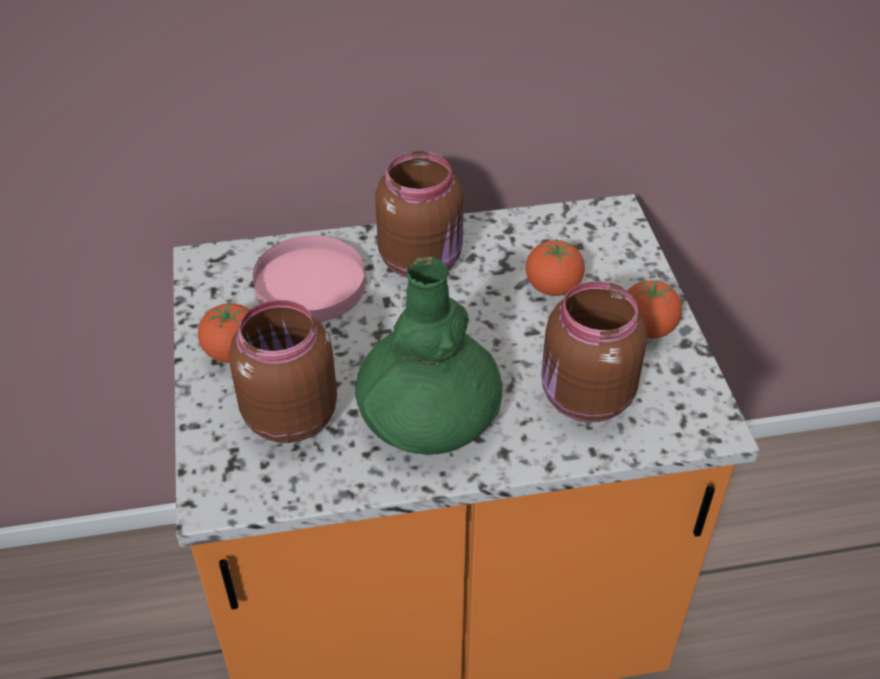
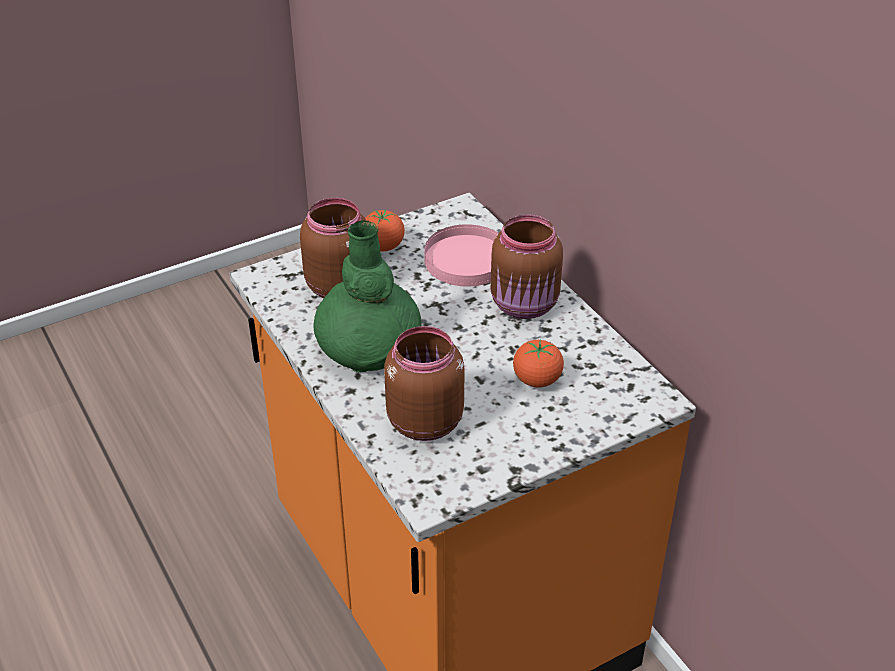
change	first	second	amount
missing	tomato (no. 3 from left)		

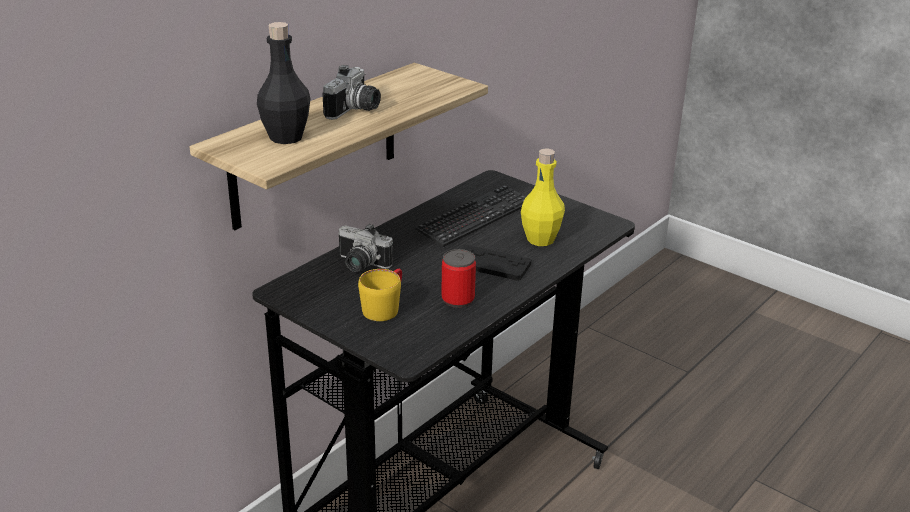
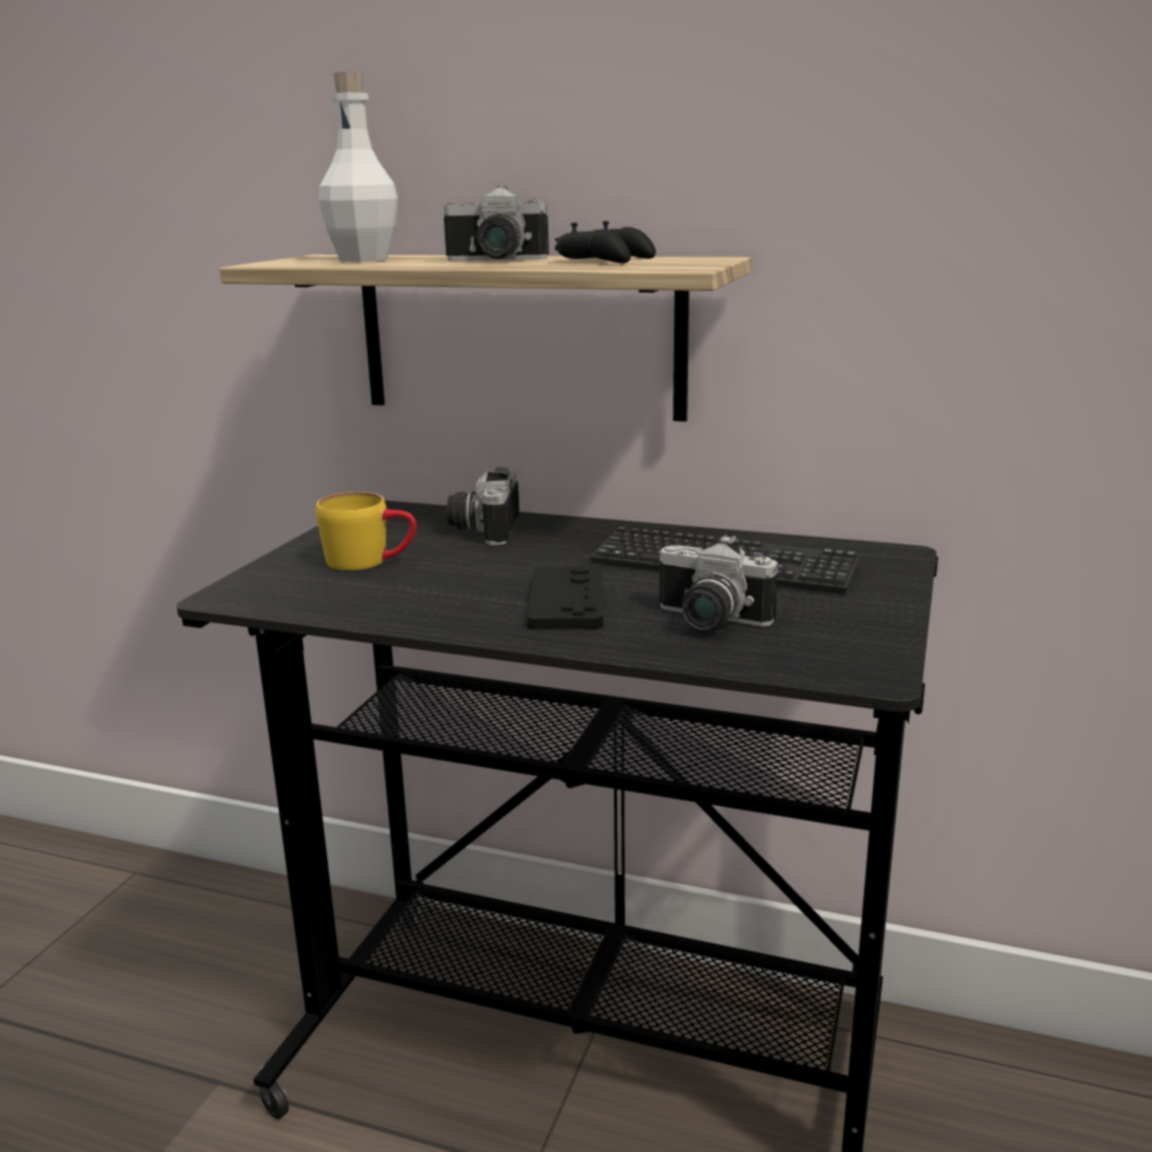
change	first	second	amount
colour	black bottle	white bottle	
exchanged	yellow bottle	photo camera (no. 3 from left)	
missing	can		
appeared		black game controller (no. 2 from left)	

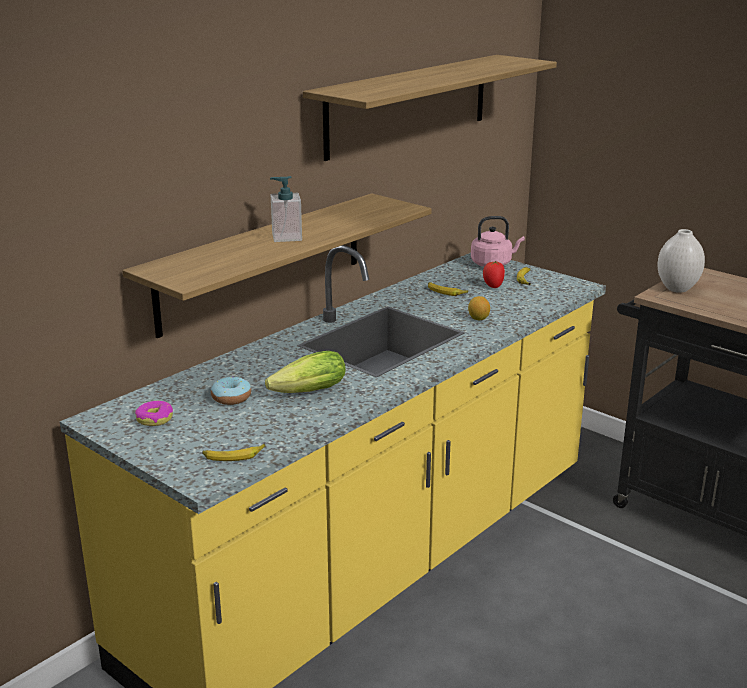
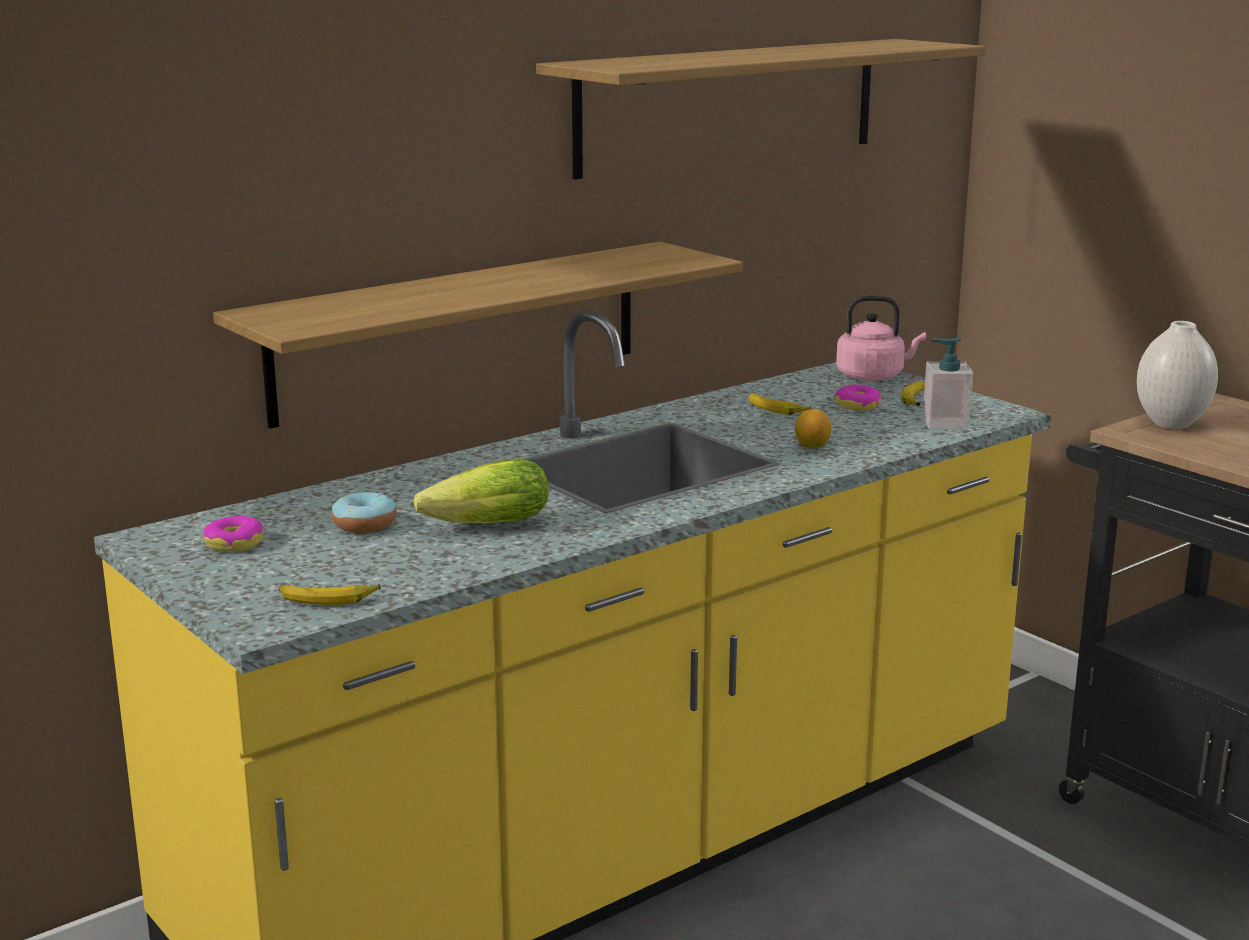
change	first	second	amount
relocated	soap dispenser		
exchanged	tomato	donut (no. 3 from left)	

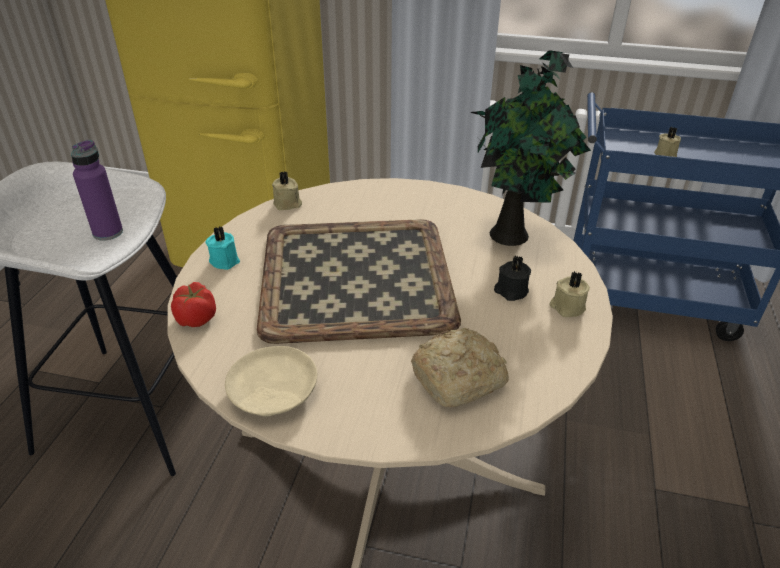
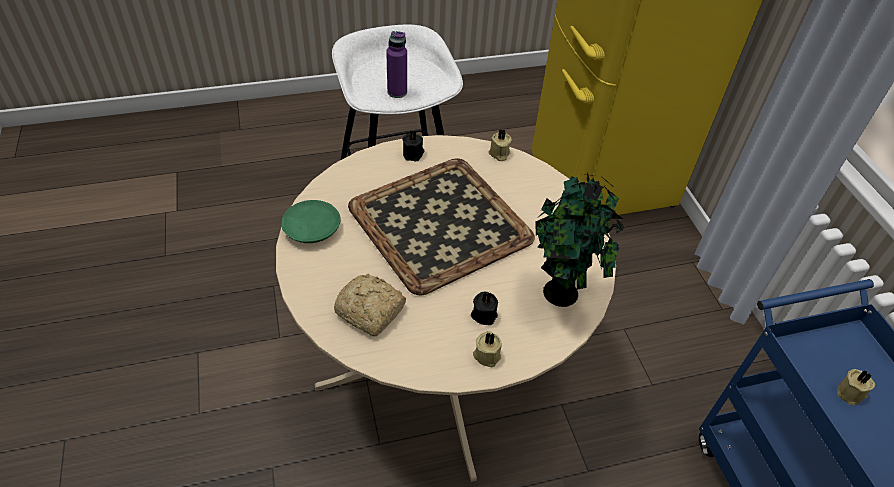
change	first	second	amount
colour	turquoise candle	black candle (no. 1 from left)	
missing	tomato		
colour	beige plate	green plate	

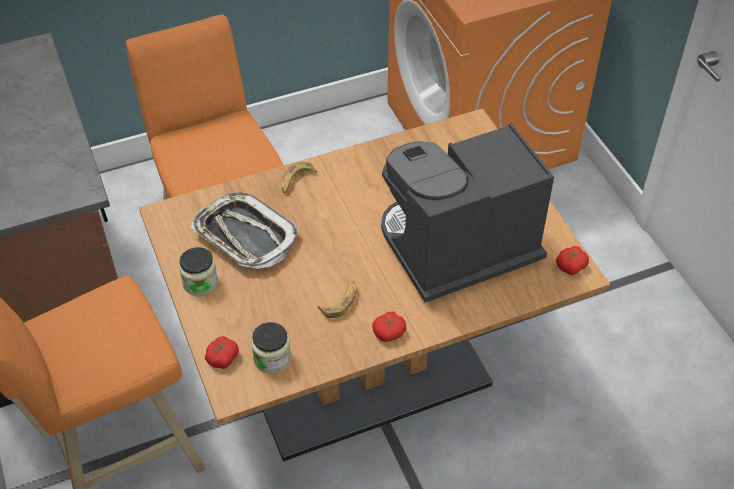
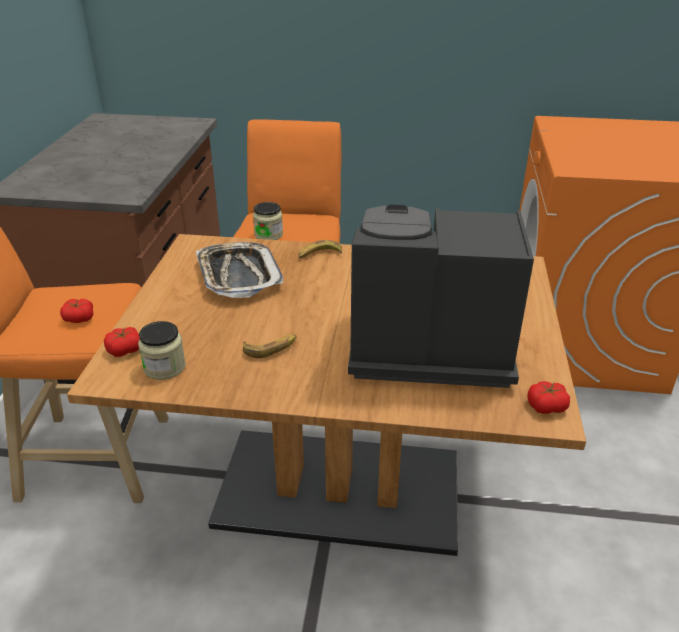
change	first	second	amount
relocated	jar (no. 1 from left in the first image)	jar (no. 2 from left)	
relocated	tomato (no. 2 from left in the first image)	tomato (no. 1 from left)	

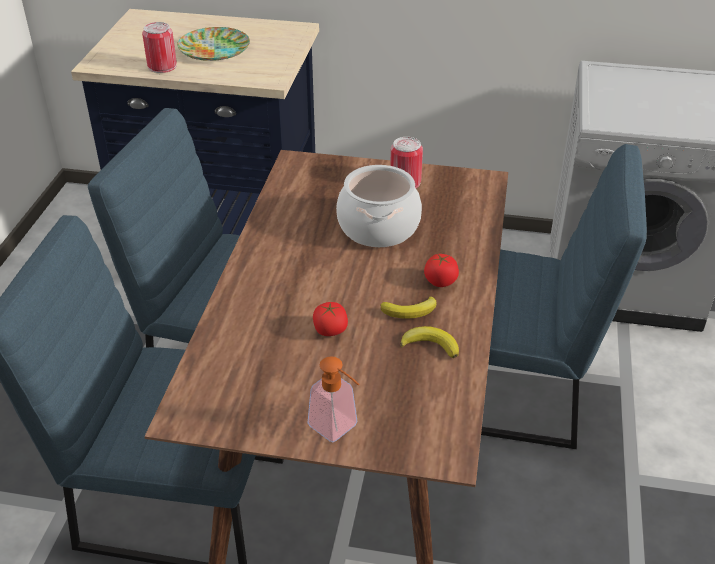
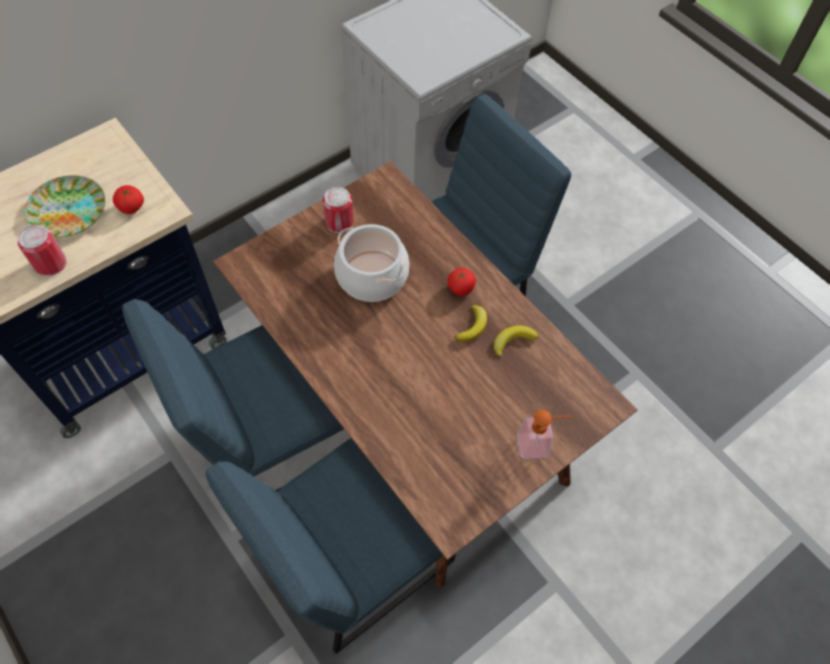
change	first	second	amount
relocated	tomato (no. 1 from left)		

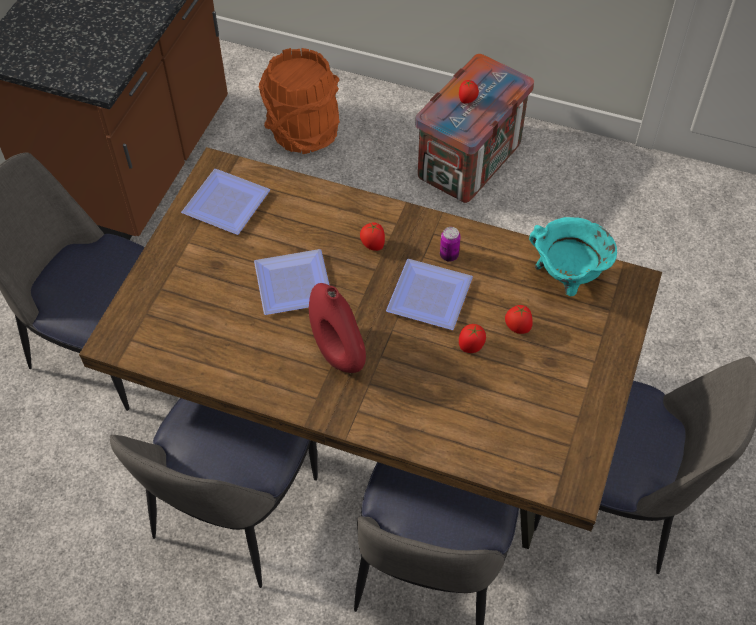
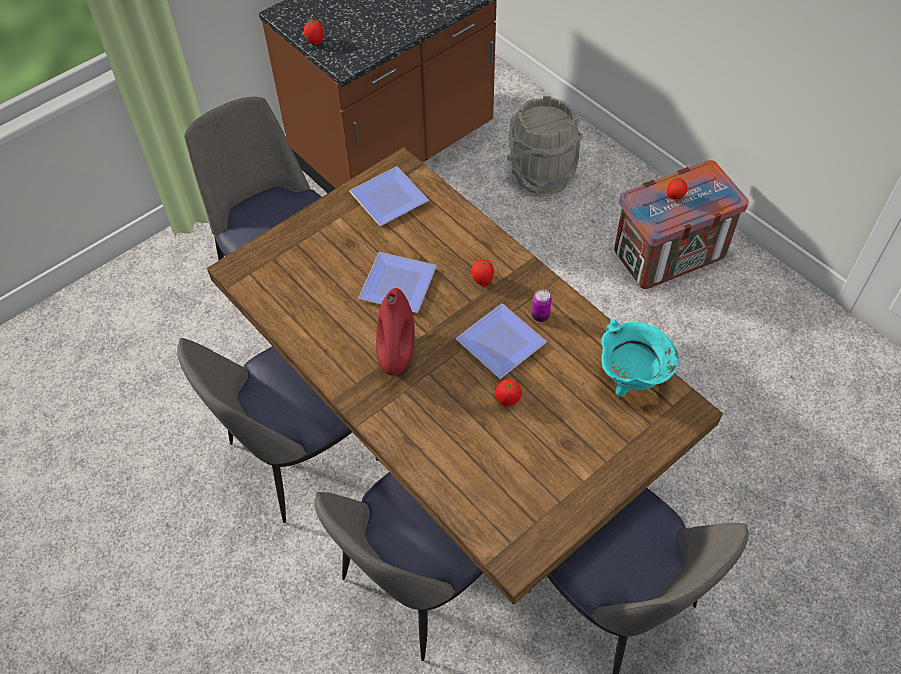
change	first	second	amount
colour	orange bucket	grey bucket	
relocated	tomato (no. 4 from left in the first image)	tomato (no. 1 from left)	

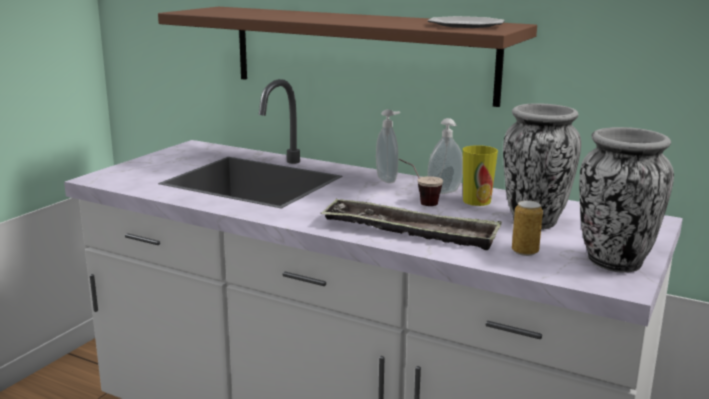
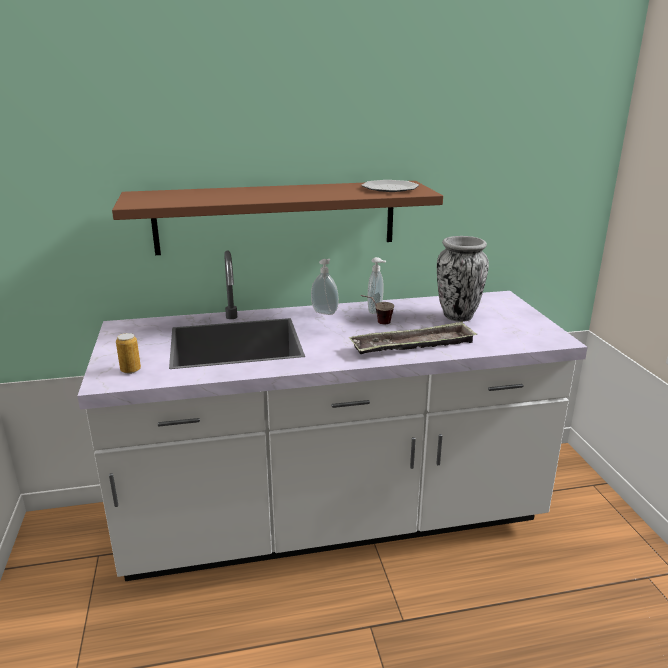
change	first	second	amount
missing	vase (no. 2 from left)		
missing	cup (no. 2 from left)		
relocated	can		

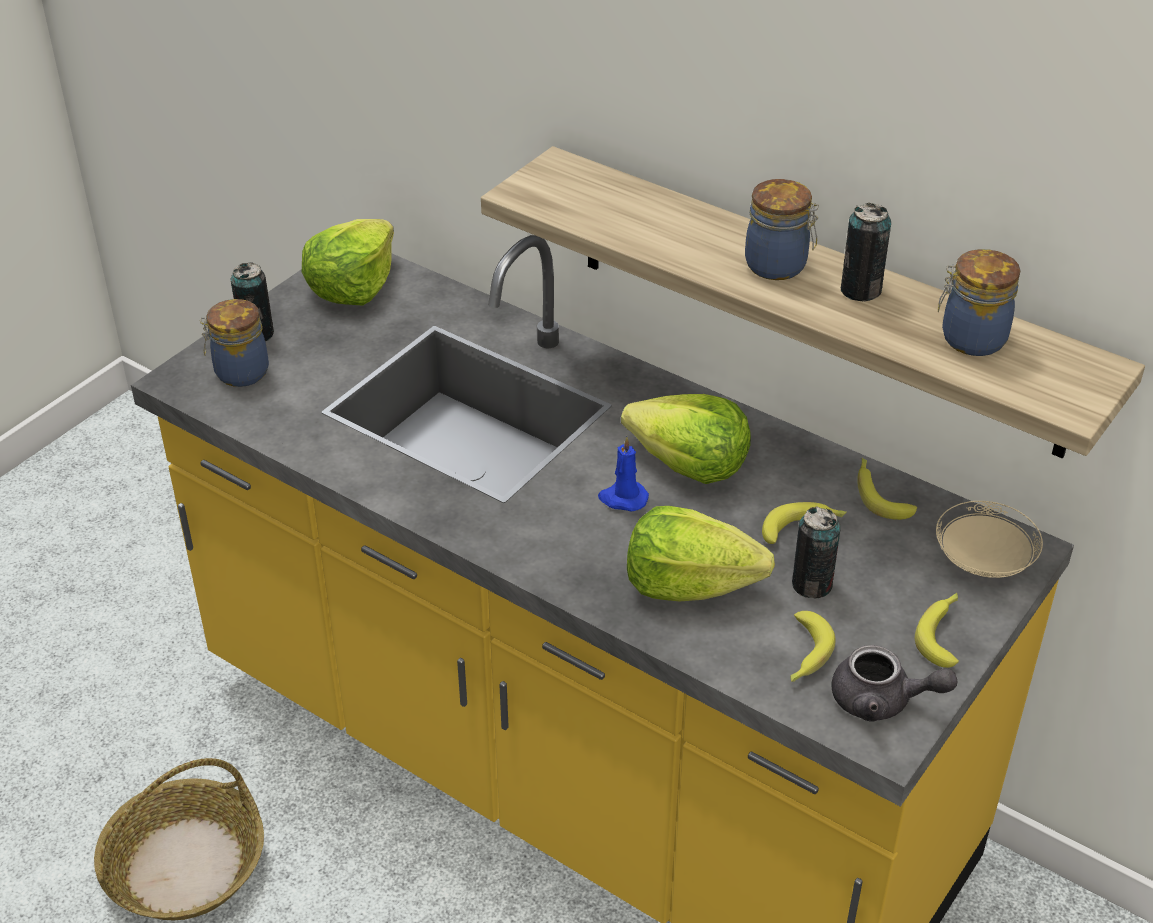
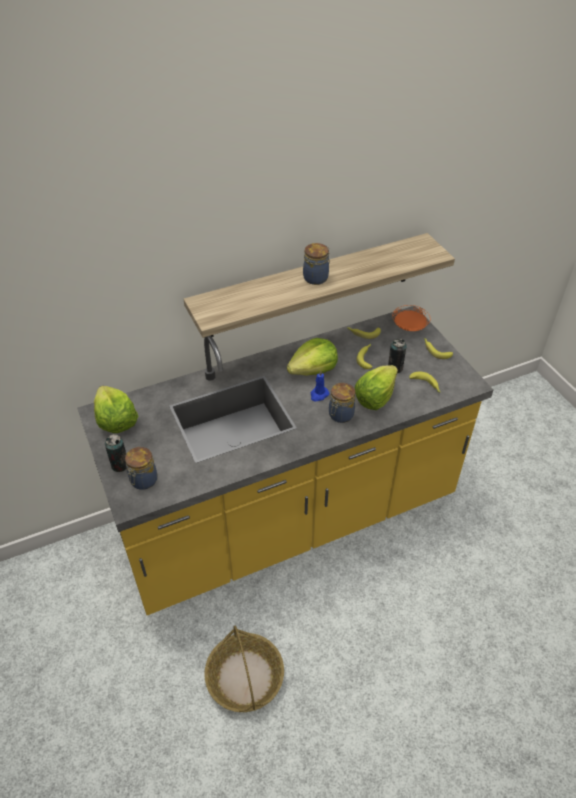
change	first	second	amount
missing	can (no. 3 from left)		
relocated	jar (no. 3 from left)		
colour	beige plate	orange plate	
missing	grey teapot		

